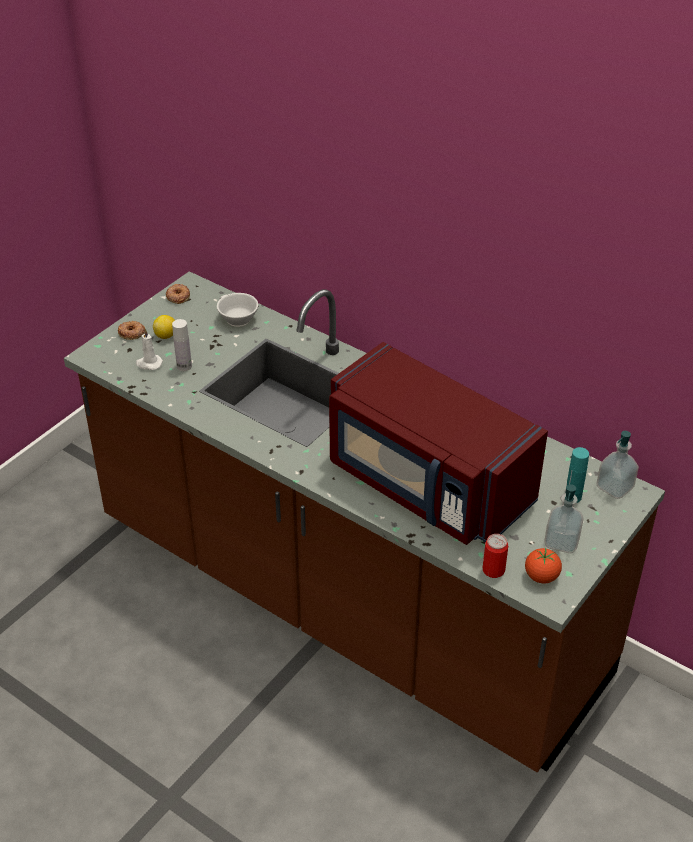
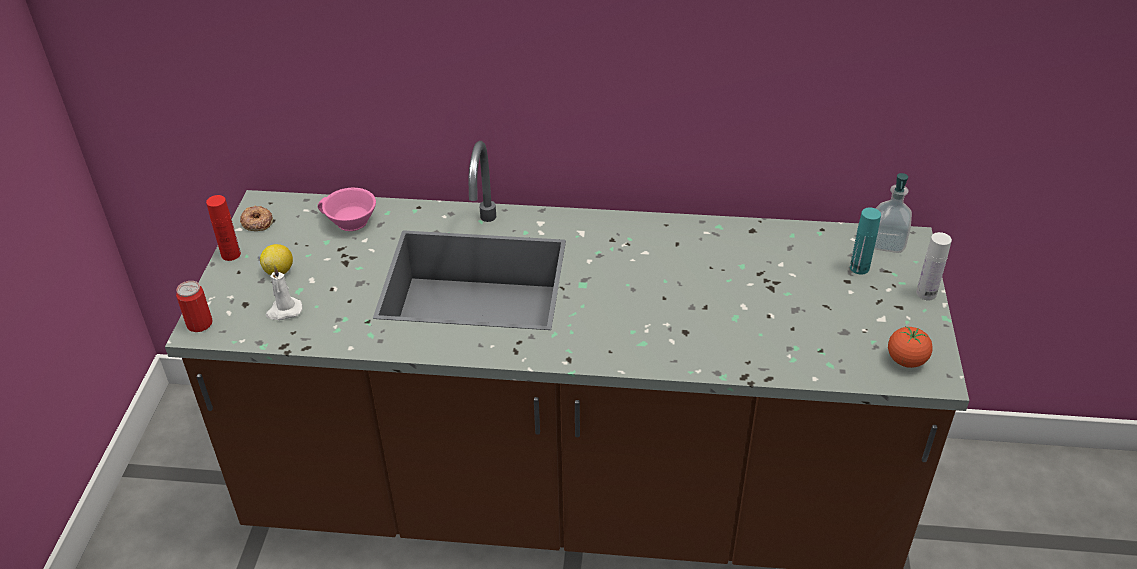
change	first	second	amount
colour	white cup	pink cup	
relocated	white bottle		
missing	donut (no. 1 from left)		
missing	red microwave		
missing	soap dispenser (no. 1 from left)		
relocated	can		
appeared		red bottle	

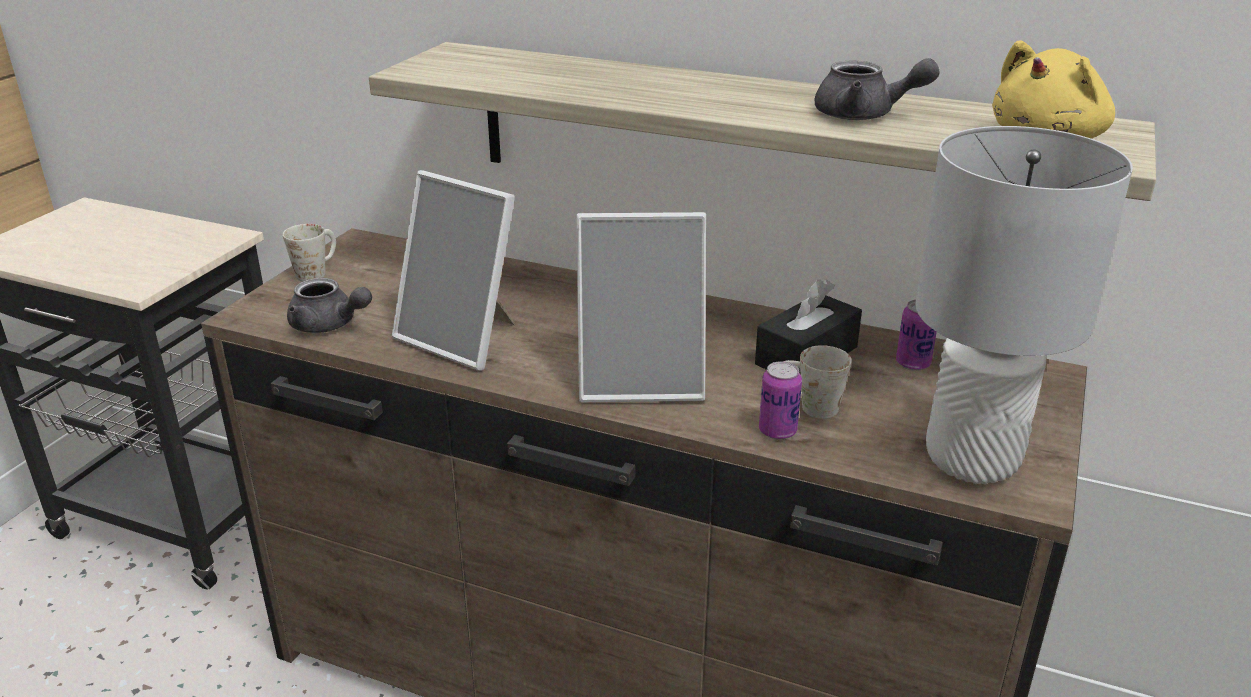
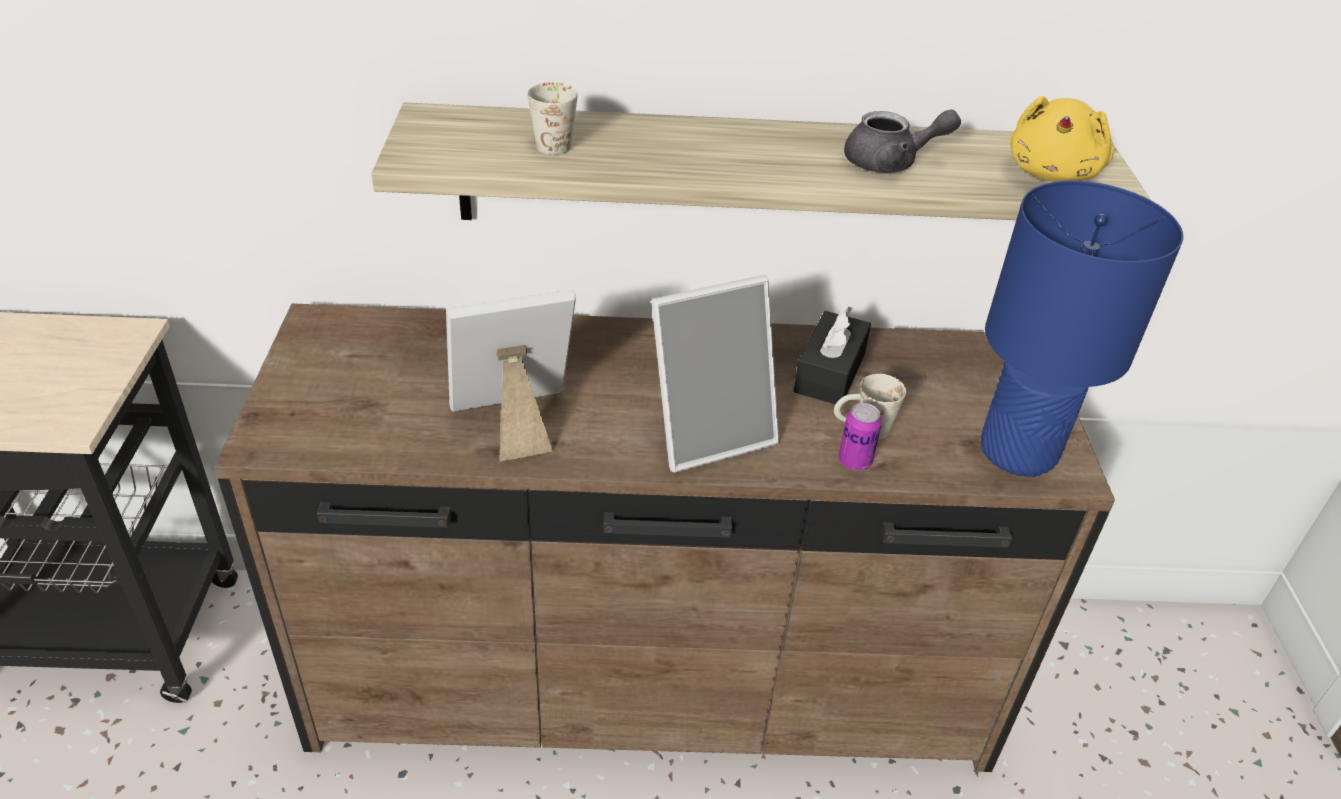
change	first	second	amount
colour	grey table lamp	blue table lamp	
spun	picture frame (no. 1 from left)		150 degrees clockwise
relocated	white mug (no. 1 from left)		
missing	grey teapot (no. 1 from left)		
missing	can (no. 2 from left)		

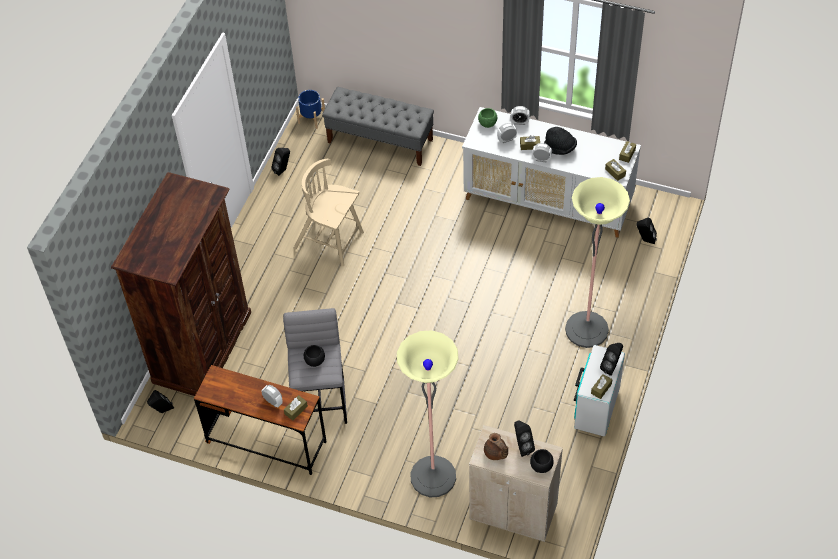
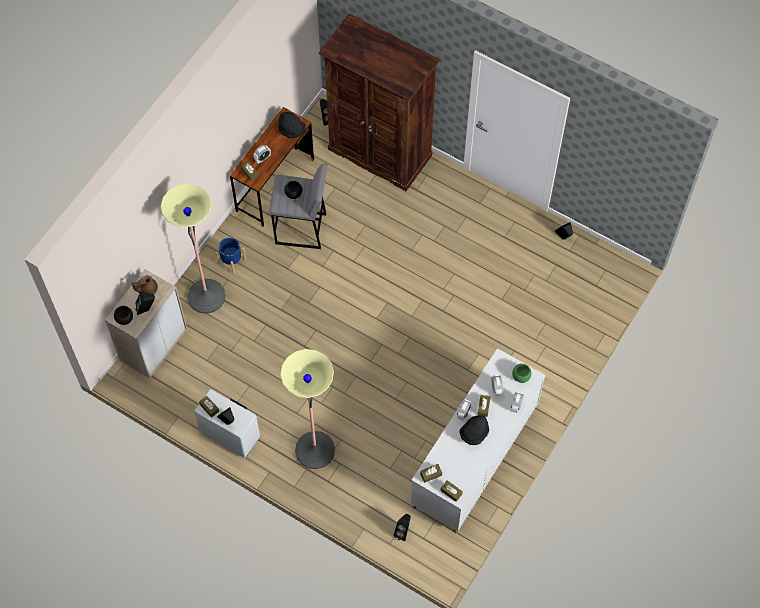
change	first	second	amount
missing	grey bench		
relocated	blue planter		
missing	beige chair		
appeared		black hat (no. 1 from left)	

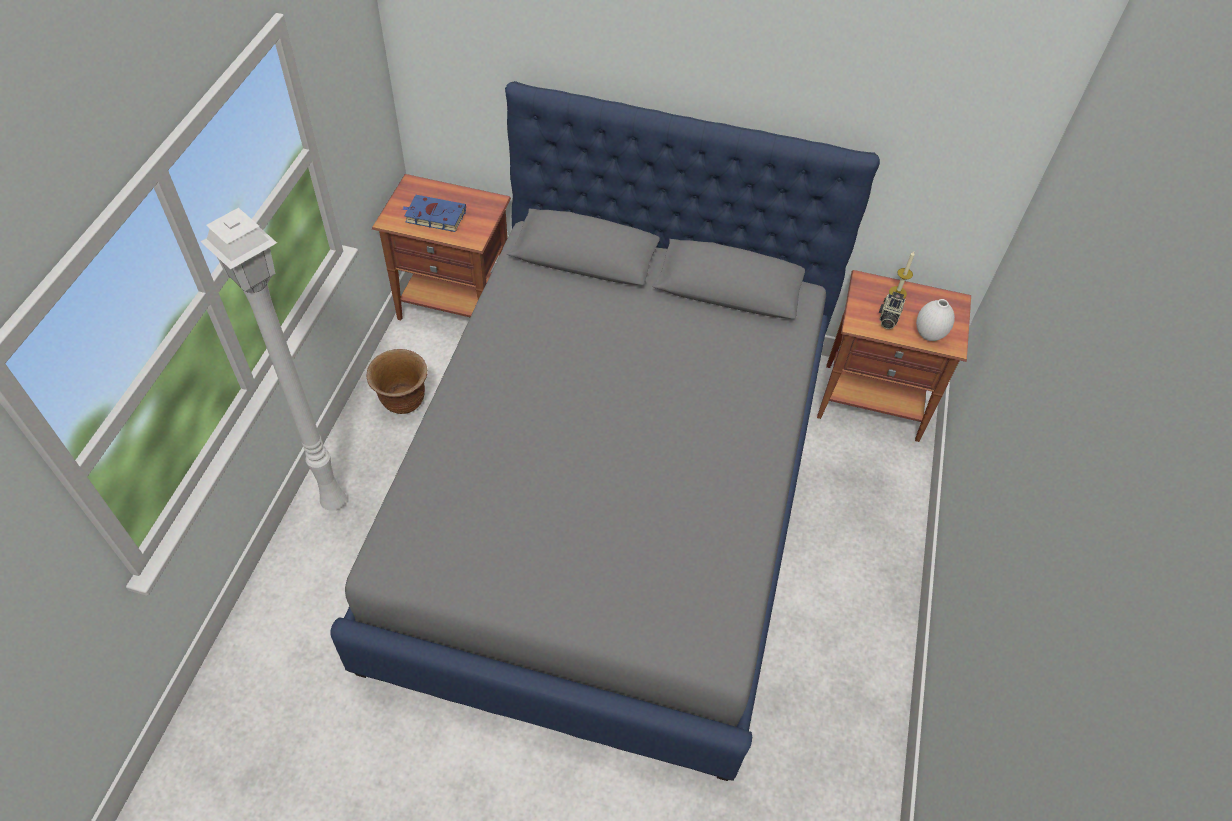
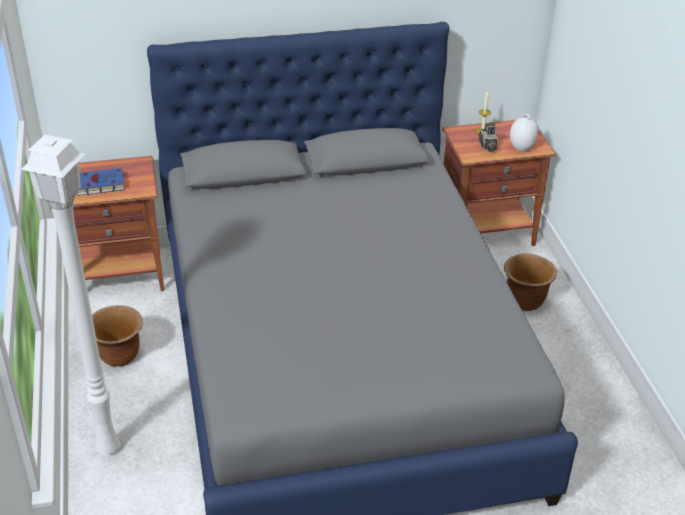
change	first	second	amount
appeared		brown planter (no. 2 from left)	

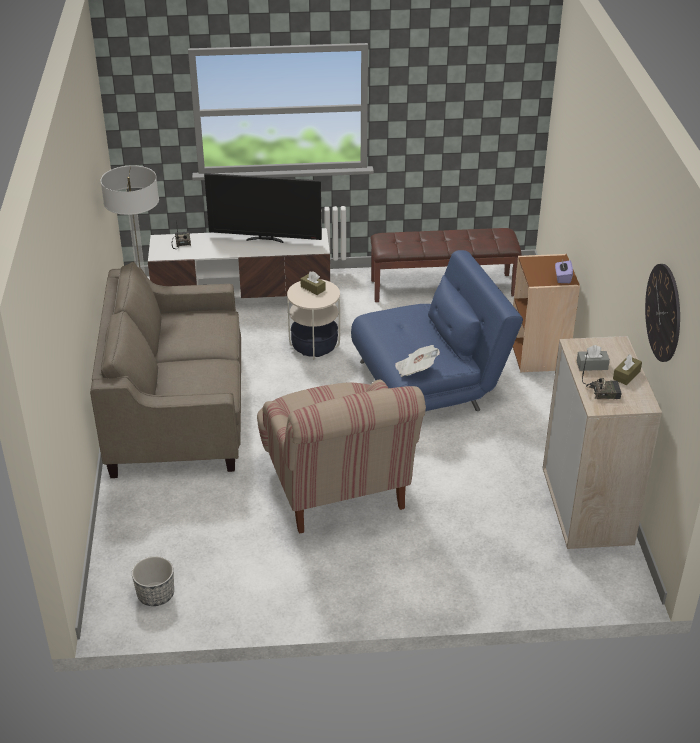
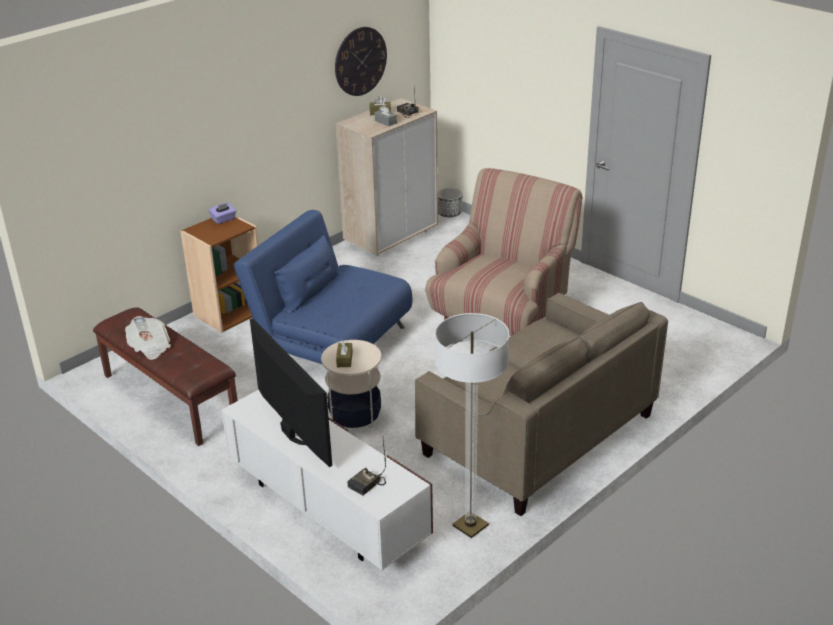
change	first	second	amount
relocated	newspaper		
relocated	planter		

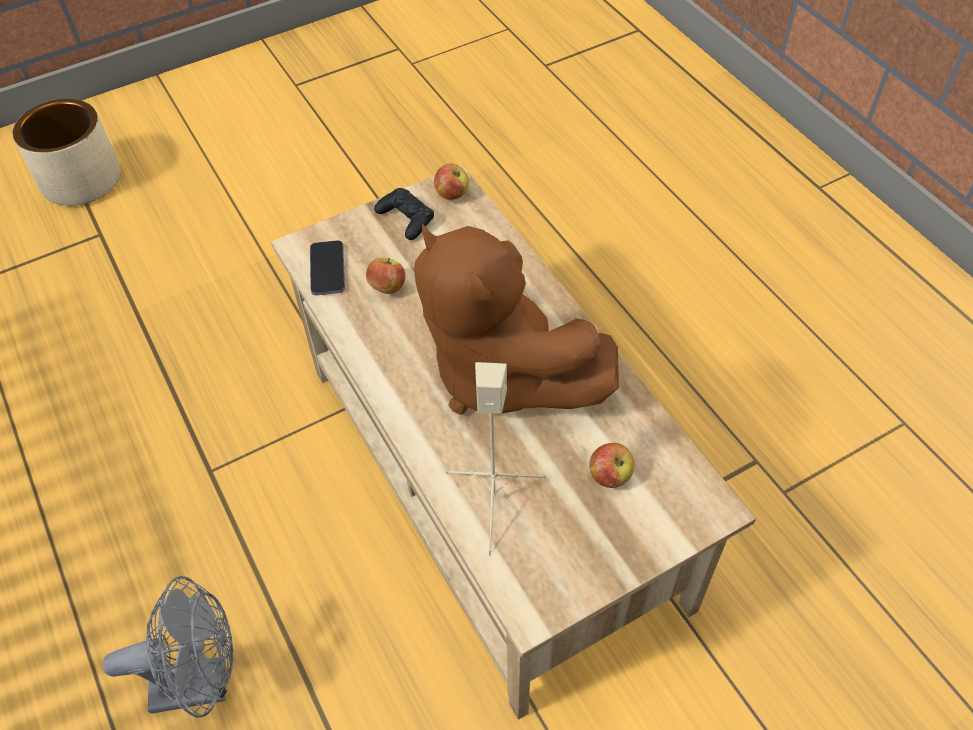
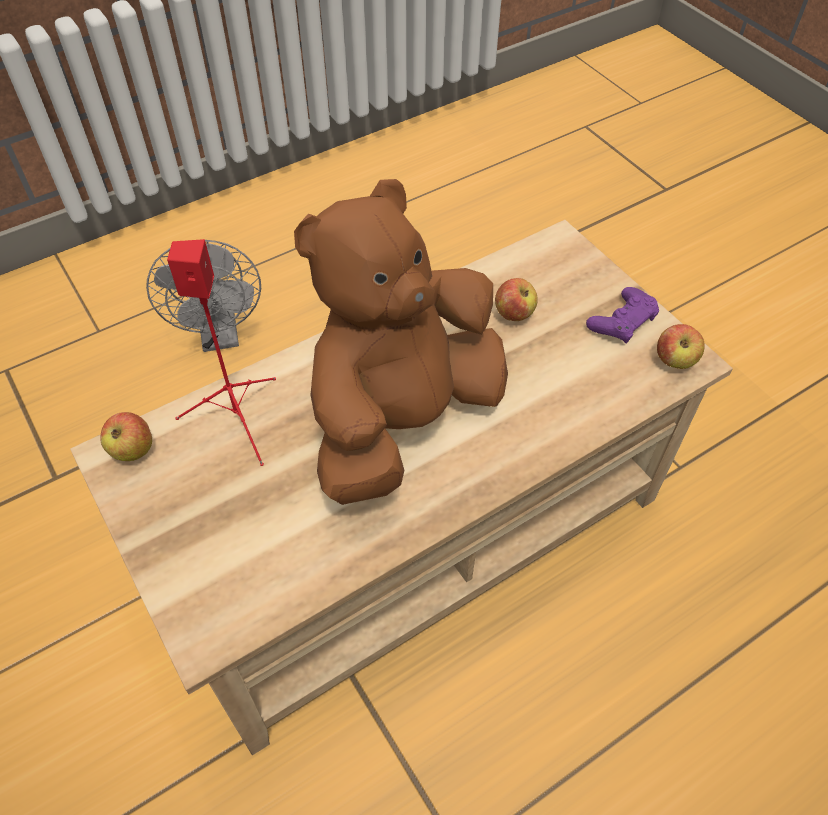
change	first	second	amount
missing	beige planter		
colour	black game controller	purple game controller	
missing	phone		
colour	beige speaker	red speaker	
relocated	apple (no. 3 from left in the first image)	apple (no. 1 from left)	

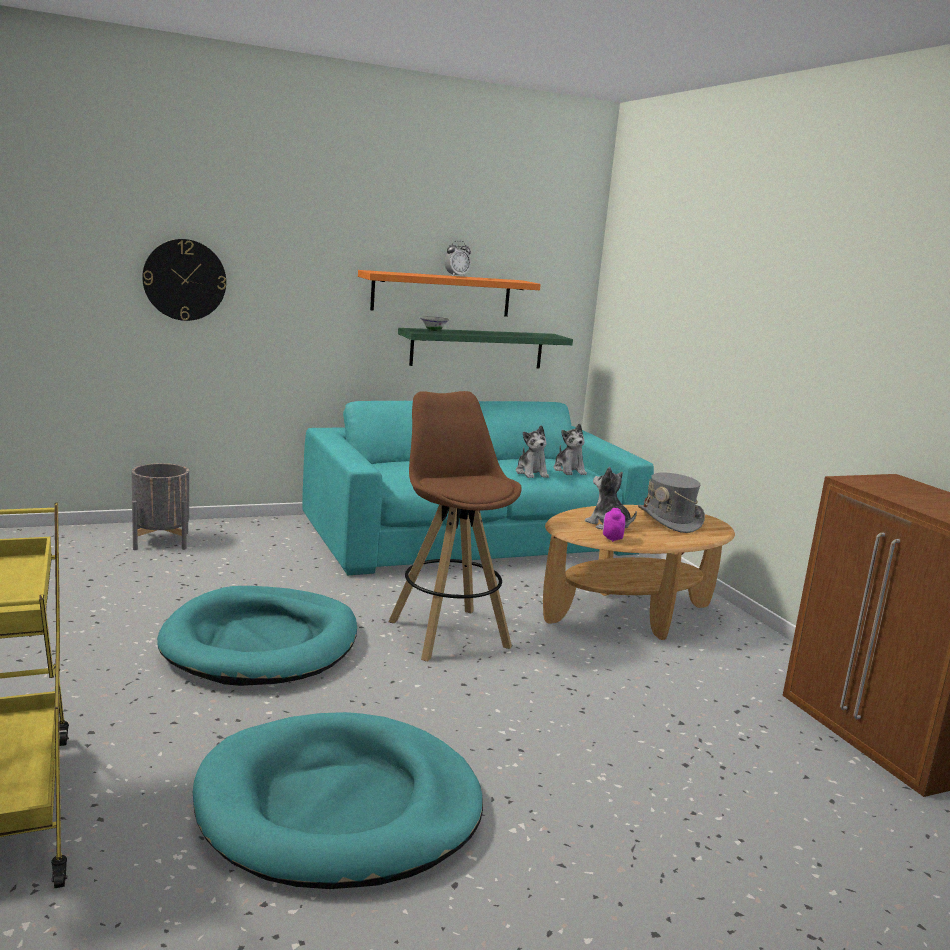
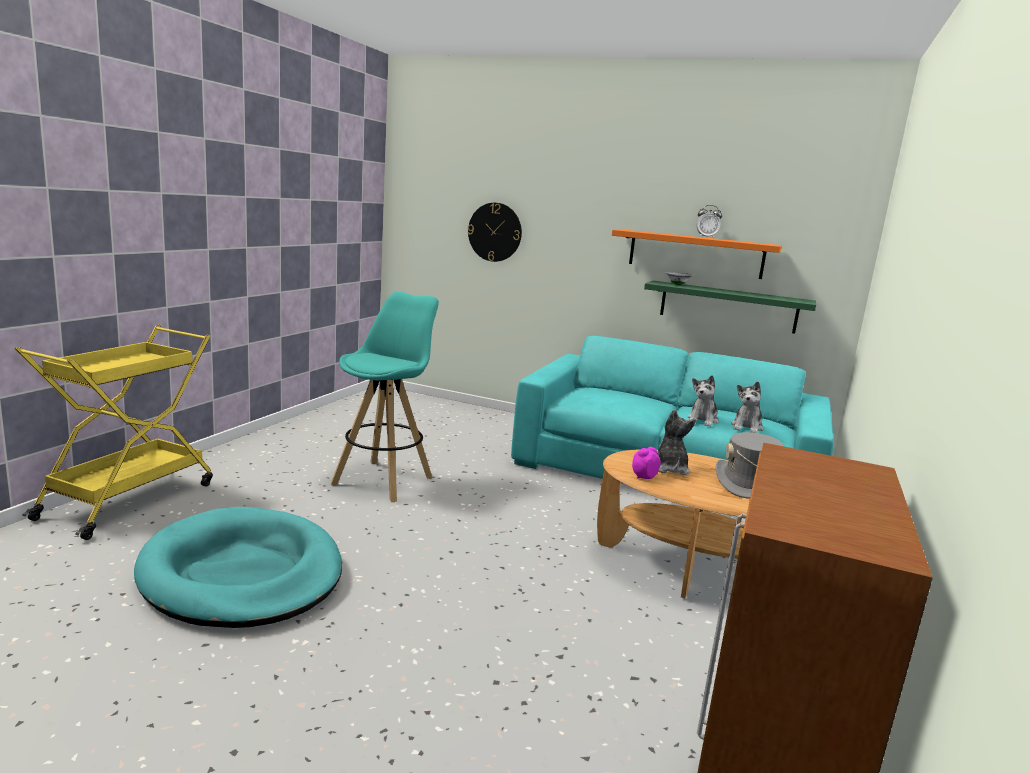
change	first	second	amount
missing	brown stool		
missing	grey planter		
exchanged	turquoise dog bed (no. 1 from left)	turquoise stool	

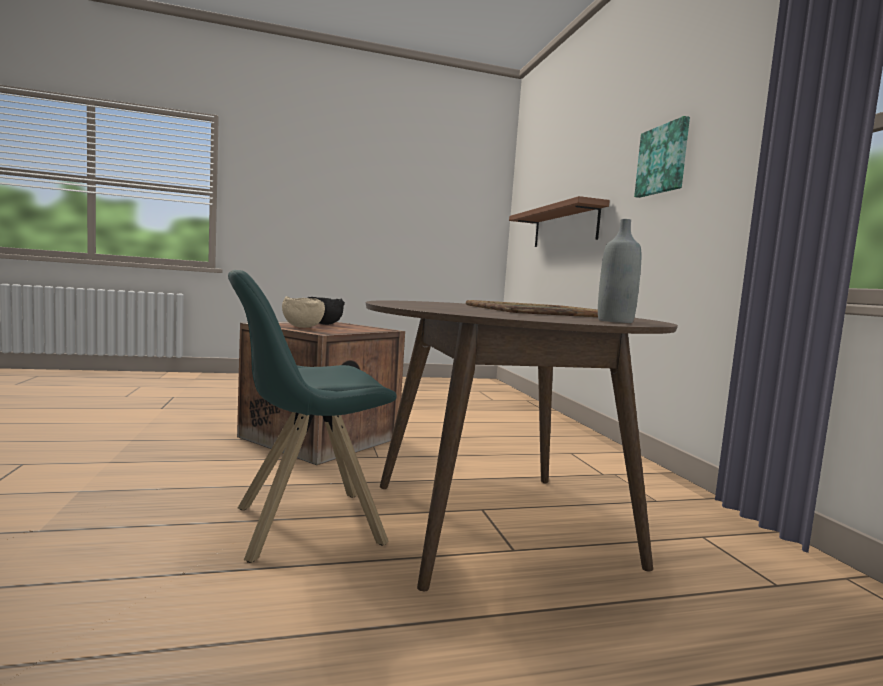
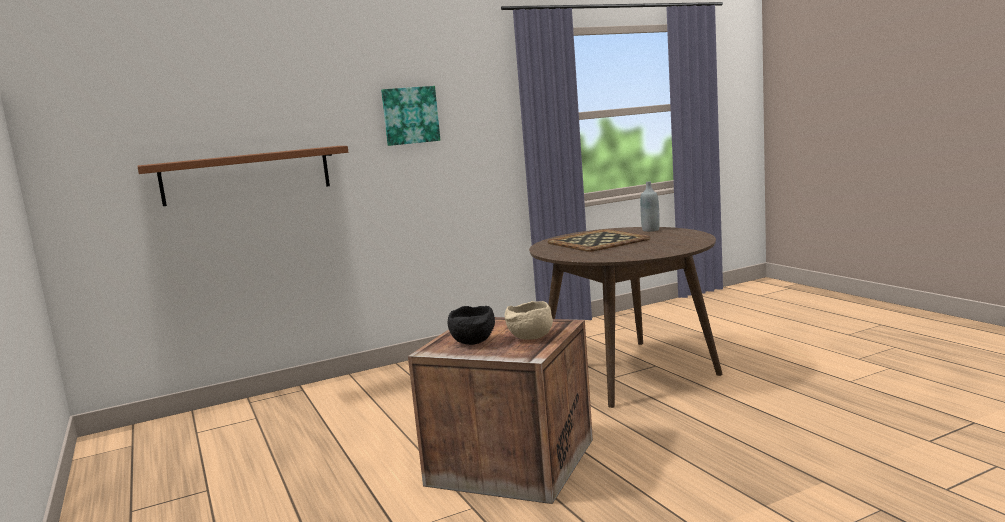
change	first	second	amount
missing	turquoise chair		

